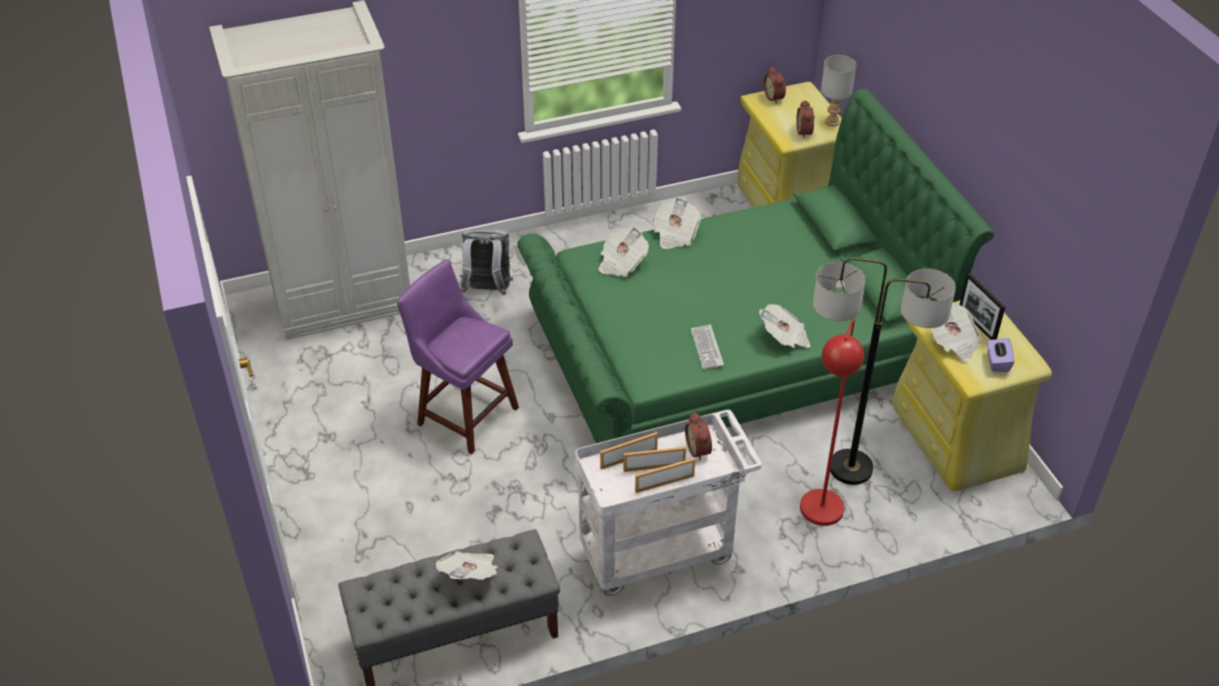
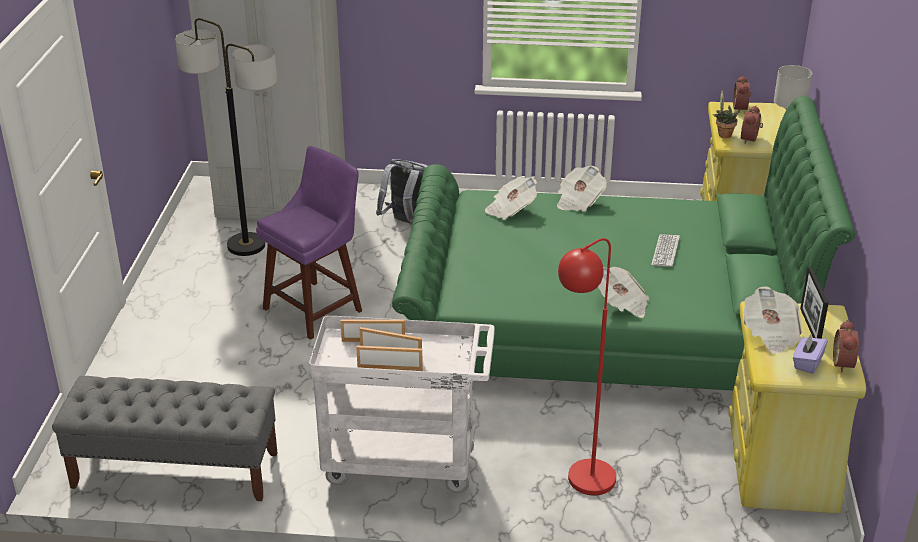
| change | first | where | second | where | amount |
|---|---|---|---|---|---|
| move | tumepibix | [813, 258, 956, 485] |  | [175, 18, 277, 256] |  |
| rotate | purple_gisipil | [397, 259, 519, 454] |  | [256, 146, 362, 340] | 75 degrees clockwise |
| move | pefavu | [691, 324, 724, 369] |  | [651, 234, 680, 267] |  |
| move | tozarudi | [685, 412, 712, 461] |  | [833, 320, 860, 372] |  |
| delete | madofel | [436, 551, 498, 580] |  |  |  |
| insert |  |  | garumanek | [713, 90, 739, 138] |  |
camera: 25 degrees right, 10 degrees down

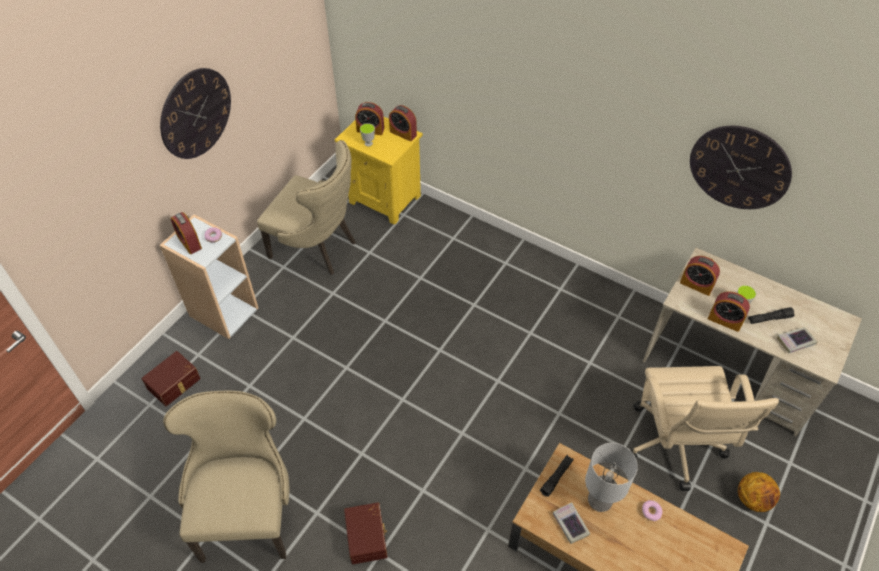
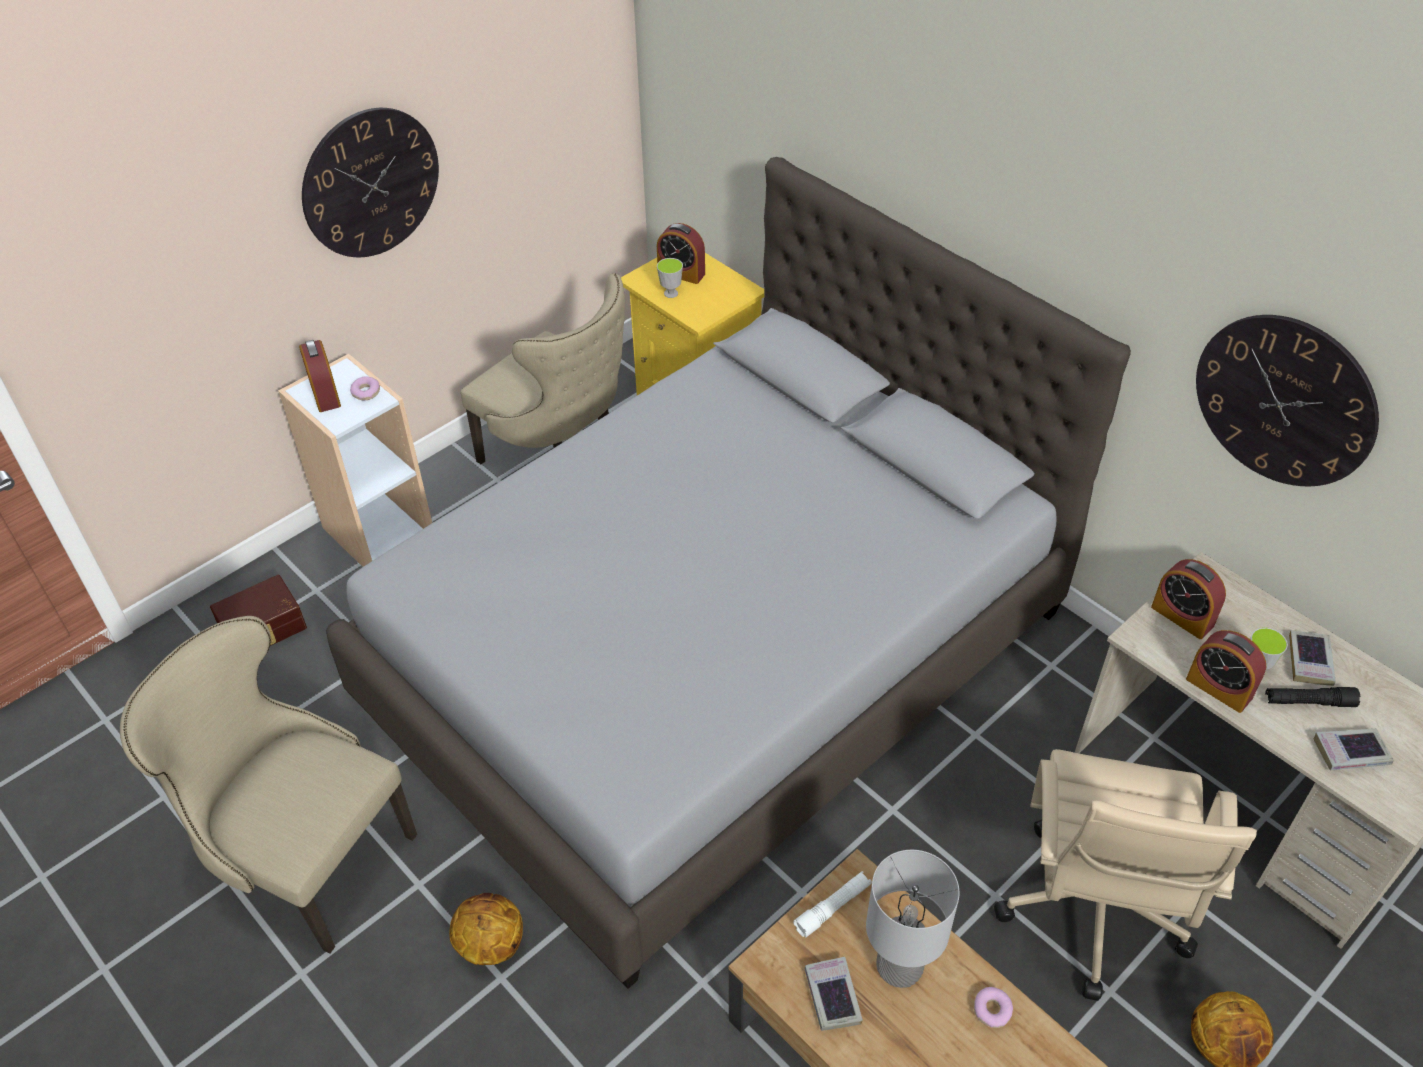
| change | first | where | second | where | amount |
|---|---|---|---|---|---|
| delete | tozarudi | [389, 105, 417, 141] |  |  |  |
| rotate | beige_gisipil | [163, 391, 290, 563] |  | [120, 616, 417, 954] | 75 degrees counterclockwise |
| recolor | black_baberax | [540, 455, 574, 497] | white_baberax | [793, 871, 872, 938] |  |
| replace | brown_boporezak | [344, 502, 387, 564] | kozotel | [449, 893, 523, 965] |  |
| insert |  |  | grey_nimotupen | [326, 157, 1131, 989] |  |
| insert |  |  | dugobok | [1289, 630, 1336, 686] |  |
camera: 15 degrees right, 5 degrees down

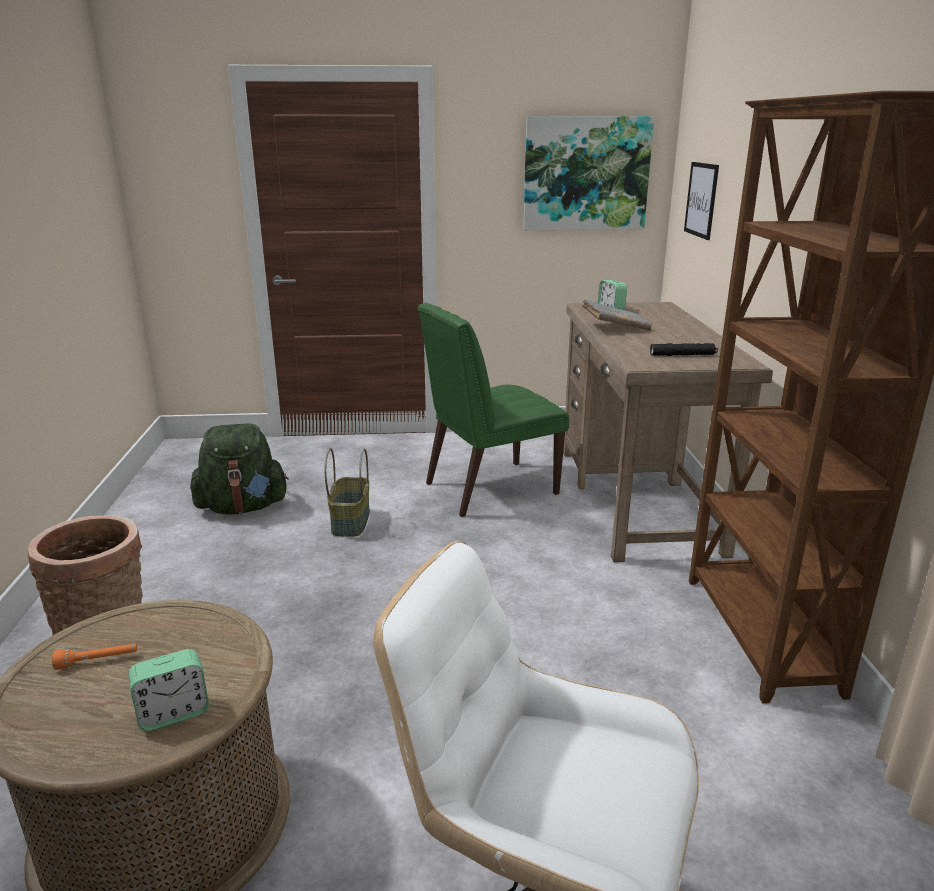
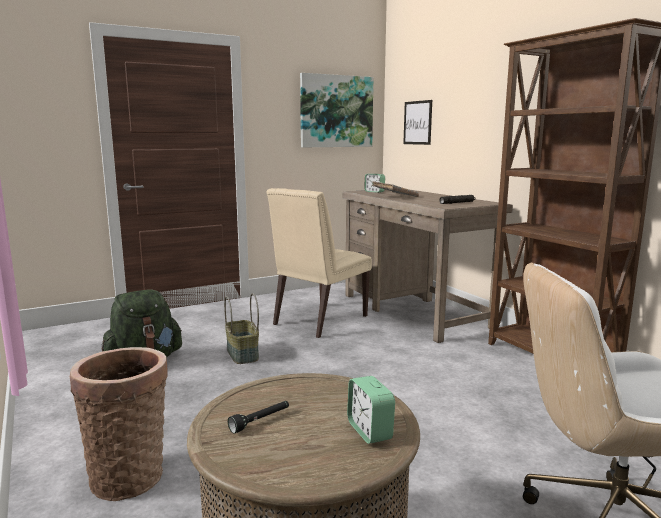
| change | first | where | second | where | amount |
|---|---|---|---|---|---|
| recolor | green_gisipil | [418, 303, 569, 517] | beige_gisipil | [267, 188, 372, 338] |  |
| recolor | orange_baberax | [52, 644, 137, 670] | black_baberax | [228, 401, 289, 433] |  |
| rotate | tozarudi | [128, 649, 209, 731] |  | [347, 376, 395, 444] | 120 degrees clockwise |
camera: 25 degrees left, 10 degrees down

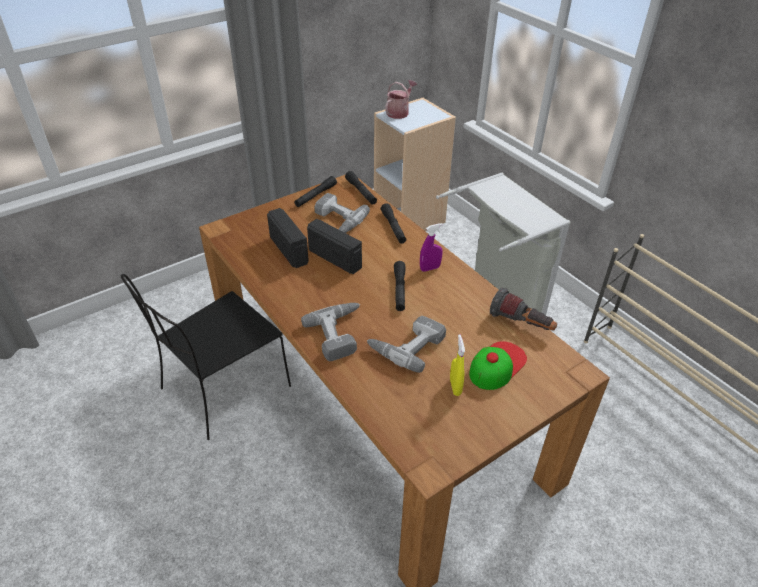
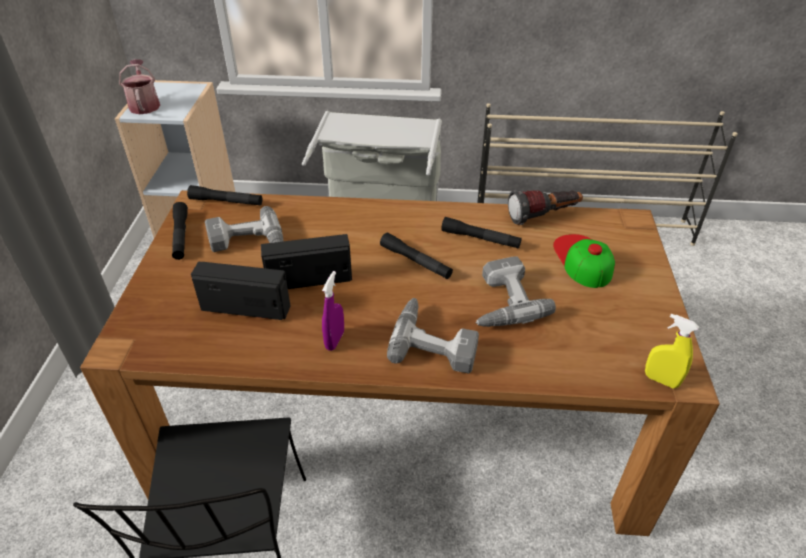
| change | first | where | second | where | amount |
|---|---|---|---|---|---|
| move | black_baberax | [381, 203, 406, 244] |  | [441, 217, 522, 249] |  |
| move | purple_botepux | [420, 223, 443, 272] |  | [322, 271, 344, 351] |  |
| move | yellow_botepux | [450, 334, 465, 396] |  | [645, 314, 699, 389] |  |
camera: 50 degrees left, 0 degrees up

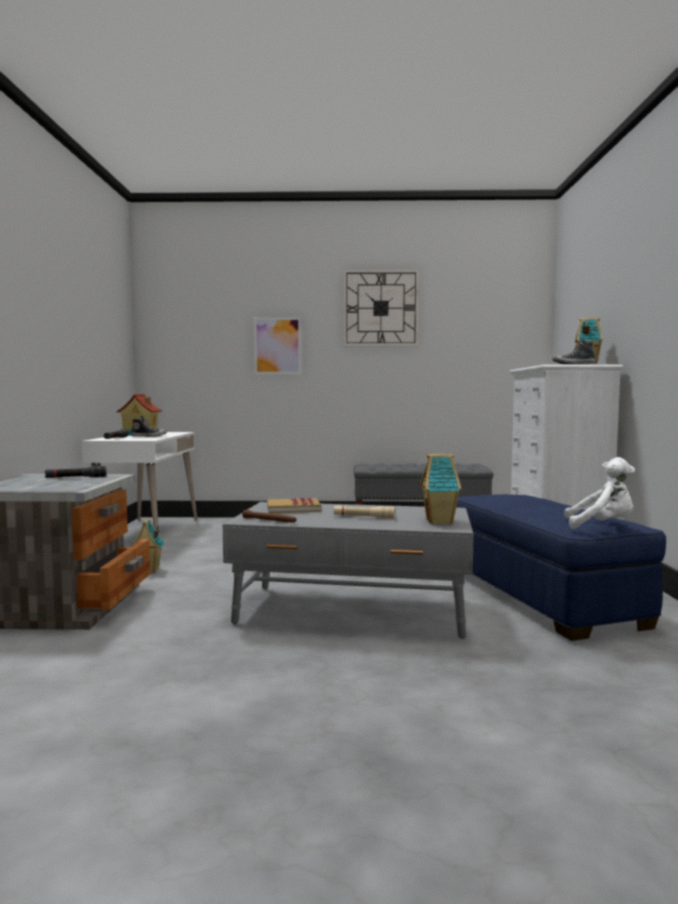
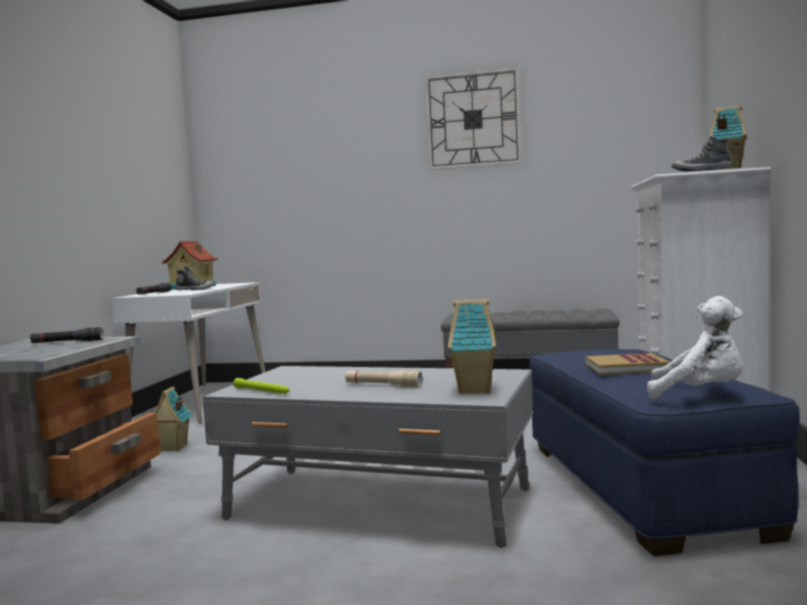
| change | first | where | second | where | amount |
|---|---|---|---|---|---|
| delete | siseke | [254, 317, 301, 374] |  |  |  |
| move | dugobok | [267, 498, 321, 513] |  | [585, 353, 670, 375] |  |
| recolor | brown_baberax | [242, 510, 297, 523] | green_baberax | [233, 378, 289, 394] |  |
camera: 10 degrees right, 0 degrees up

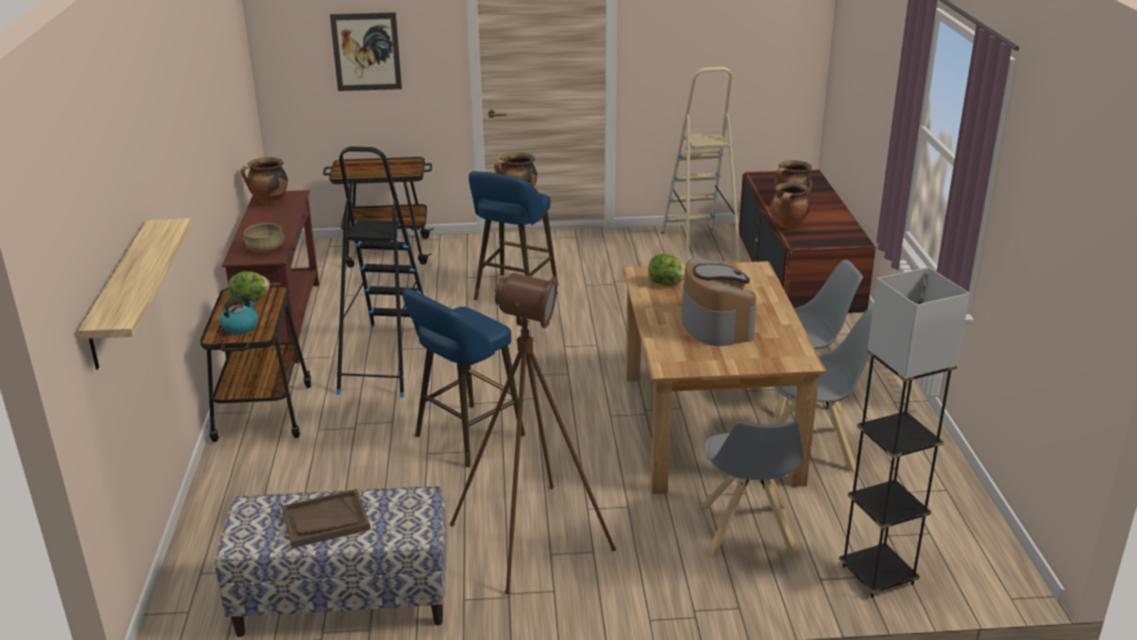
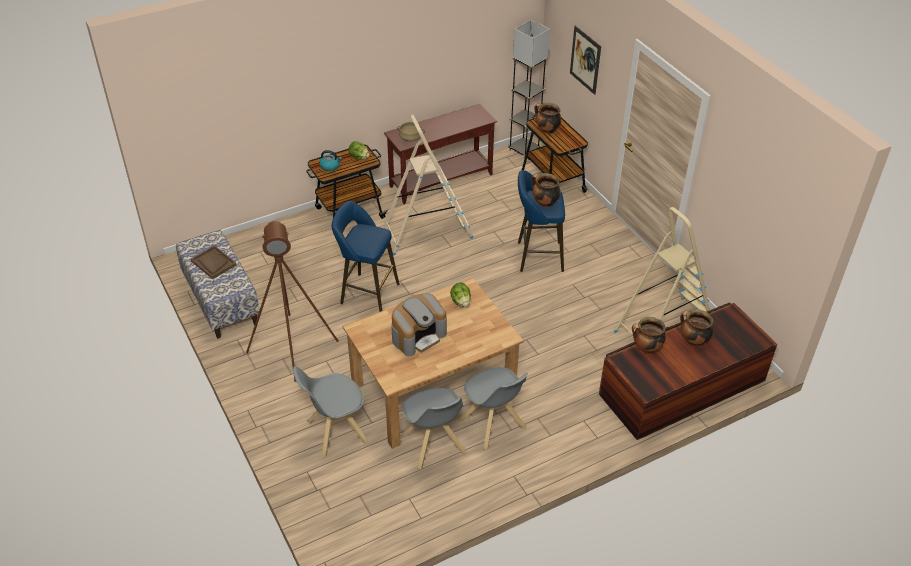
| change | first | where | second | where | amount |
|---|---|---|---|---|---|
| recolor | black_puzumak | [336, 147, 424, 398] | beige_puzumak | [383, 115, 474, 255] |  |
| move | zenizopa | [241, 157, 288, 205] |  | [534, 103, 561, 134] |  |
| delete | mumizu | [78, 218, 192, 369] |  |  |  |
| move | grey_tumepibix | [839, 267, 970, 598] |  | [508, 20, 550, 156] |  |
camera: 65 degrees right, 15 degrees up

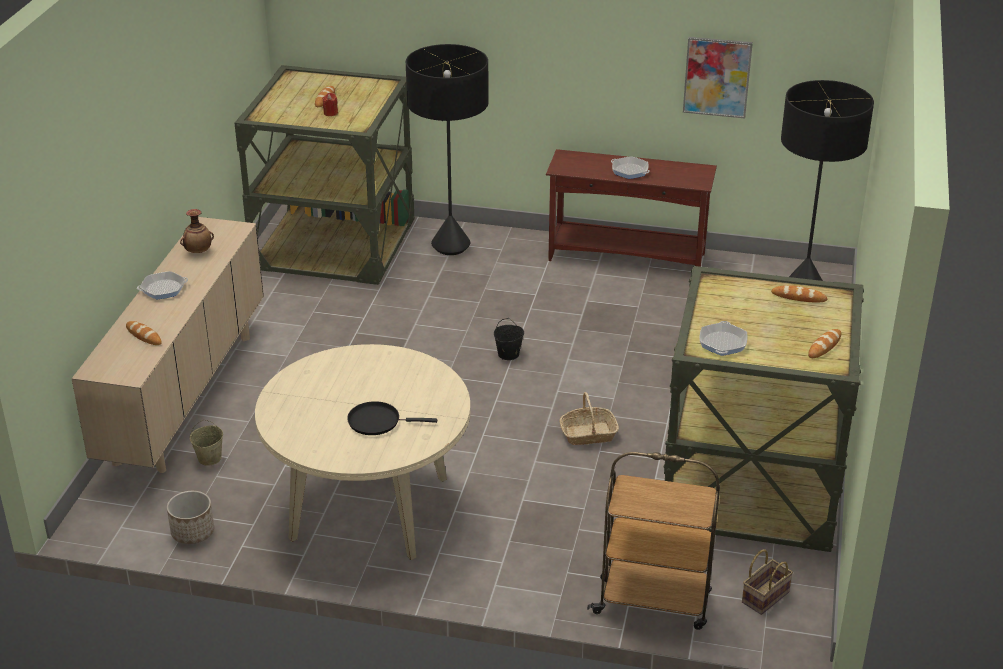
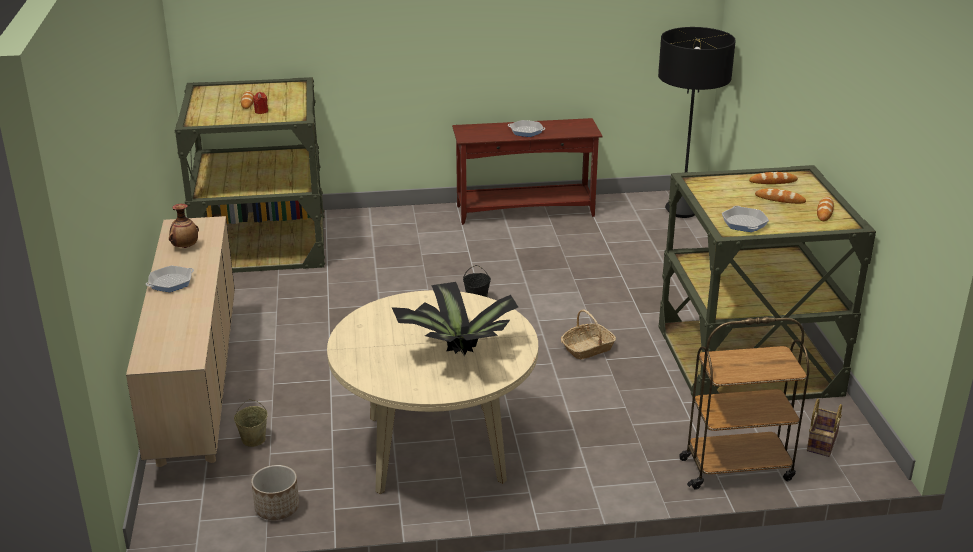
| change | first | where | second | where | amount |
|---|---|---|---|---|---|
| delete | siseke | [683, 37, 753, 118] |  |  |  |
| delete | black_tumepibix | [406, 44, 489, 255] |  |  |  |
| move | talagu | [126, 321, 162, 345] |  | [755, 188, 806, 204] |  |
| replace | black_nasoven | [347, 401, 437, 435] | garumanek | [392, 282, 518, 355] |  |
camera: 20 degrees left, 5 degrees down

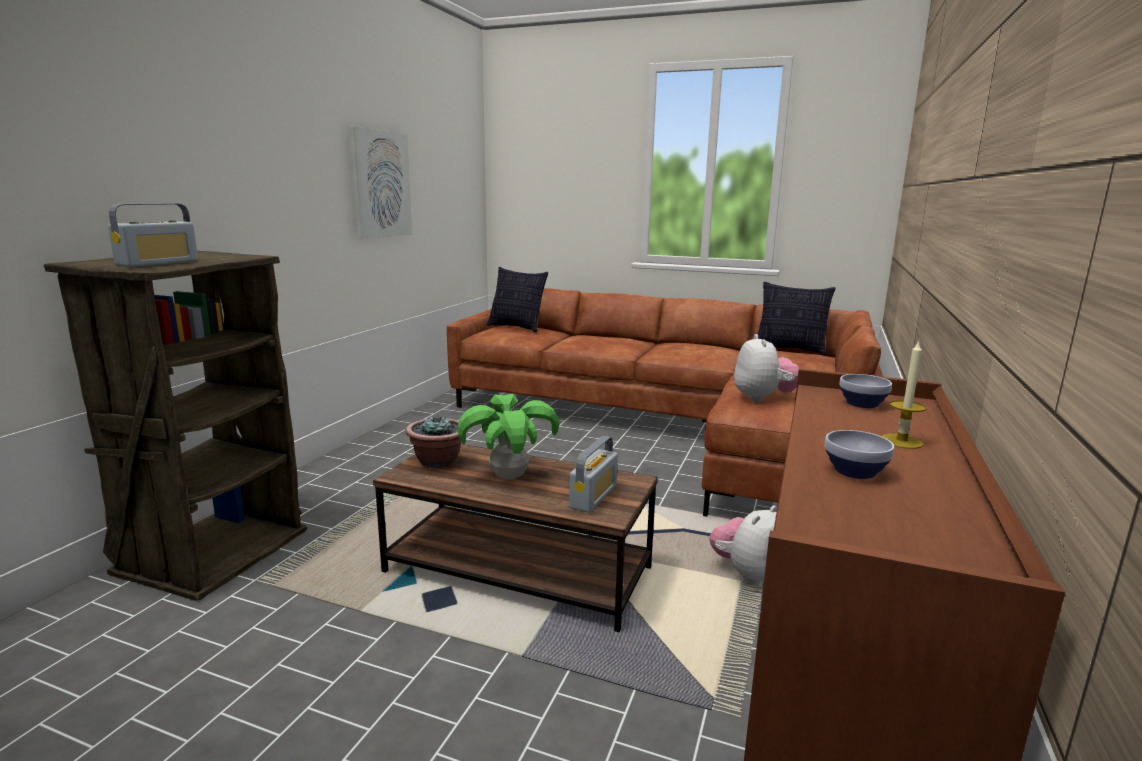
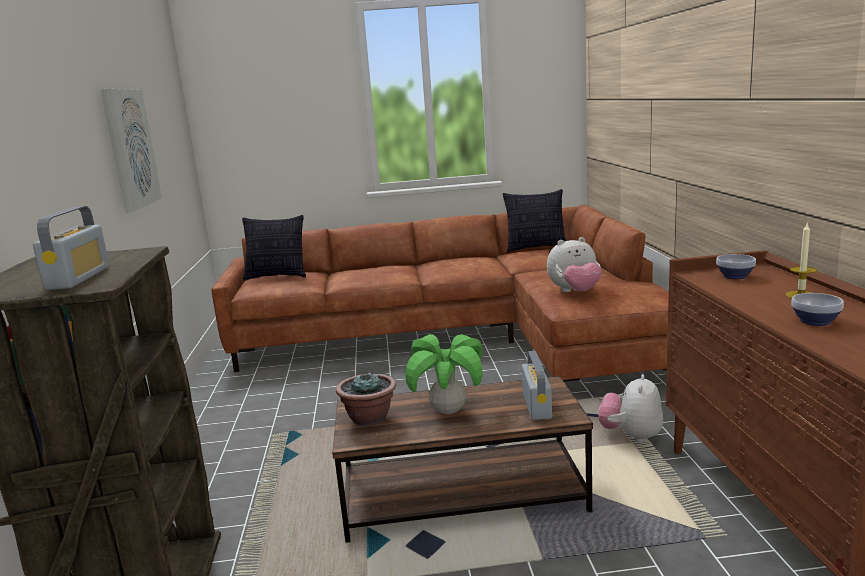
| change | first | where | second | where | amount |
|---|---|---|---|---|---|
| rotate | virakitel | [734, 334, 800, 402] |  | [547, 237, 602, 292] | 105 degrees clockwise |
camera: 25 degrees left, 0 degrees up

